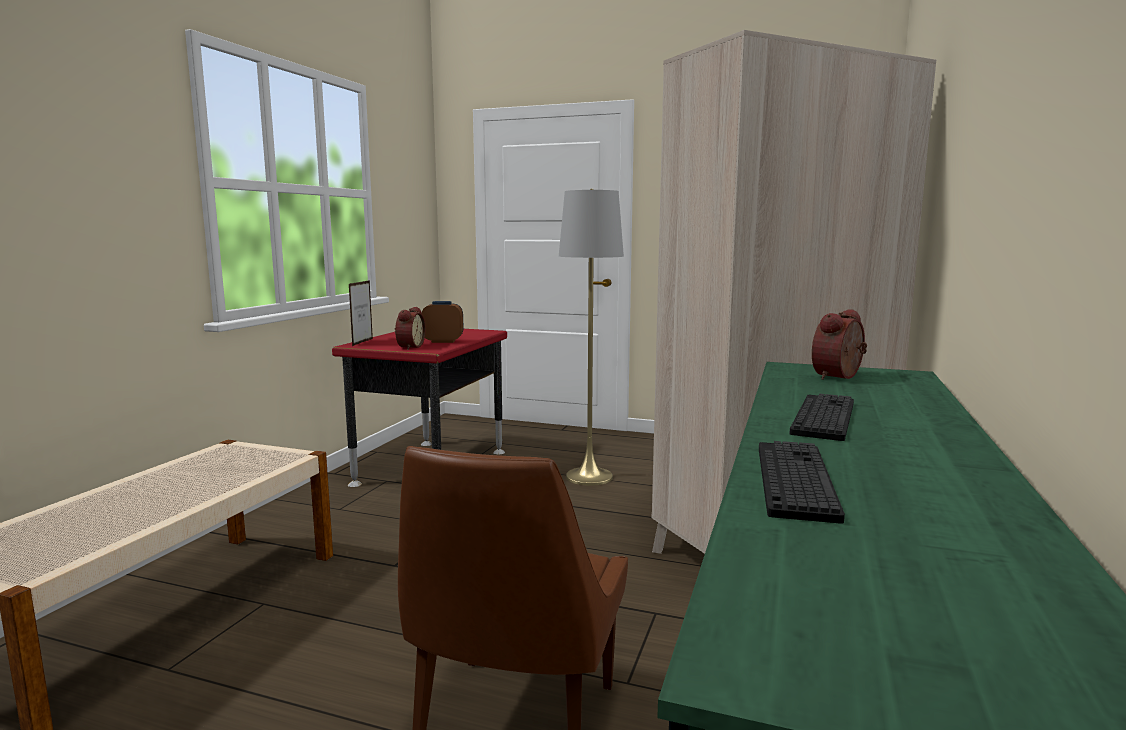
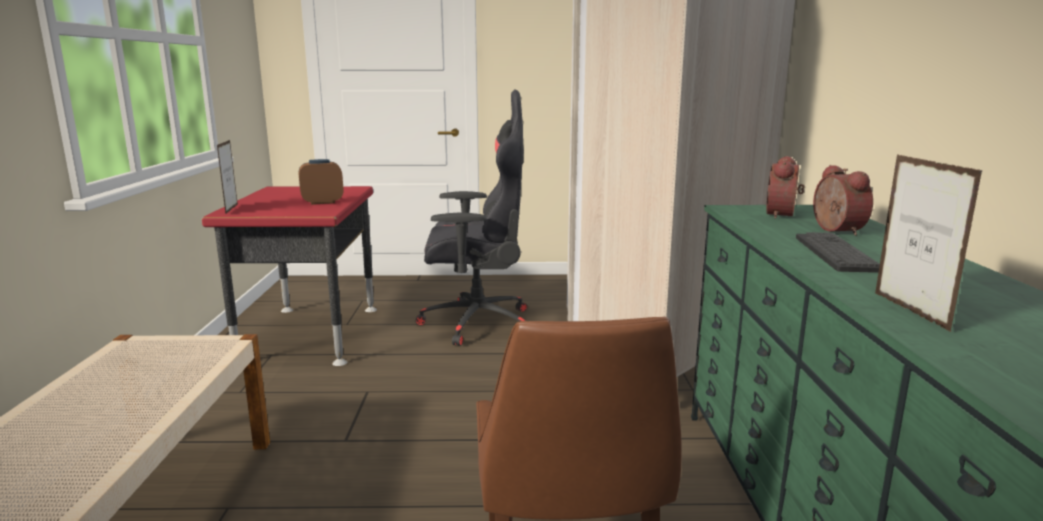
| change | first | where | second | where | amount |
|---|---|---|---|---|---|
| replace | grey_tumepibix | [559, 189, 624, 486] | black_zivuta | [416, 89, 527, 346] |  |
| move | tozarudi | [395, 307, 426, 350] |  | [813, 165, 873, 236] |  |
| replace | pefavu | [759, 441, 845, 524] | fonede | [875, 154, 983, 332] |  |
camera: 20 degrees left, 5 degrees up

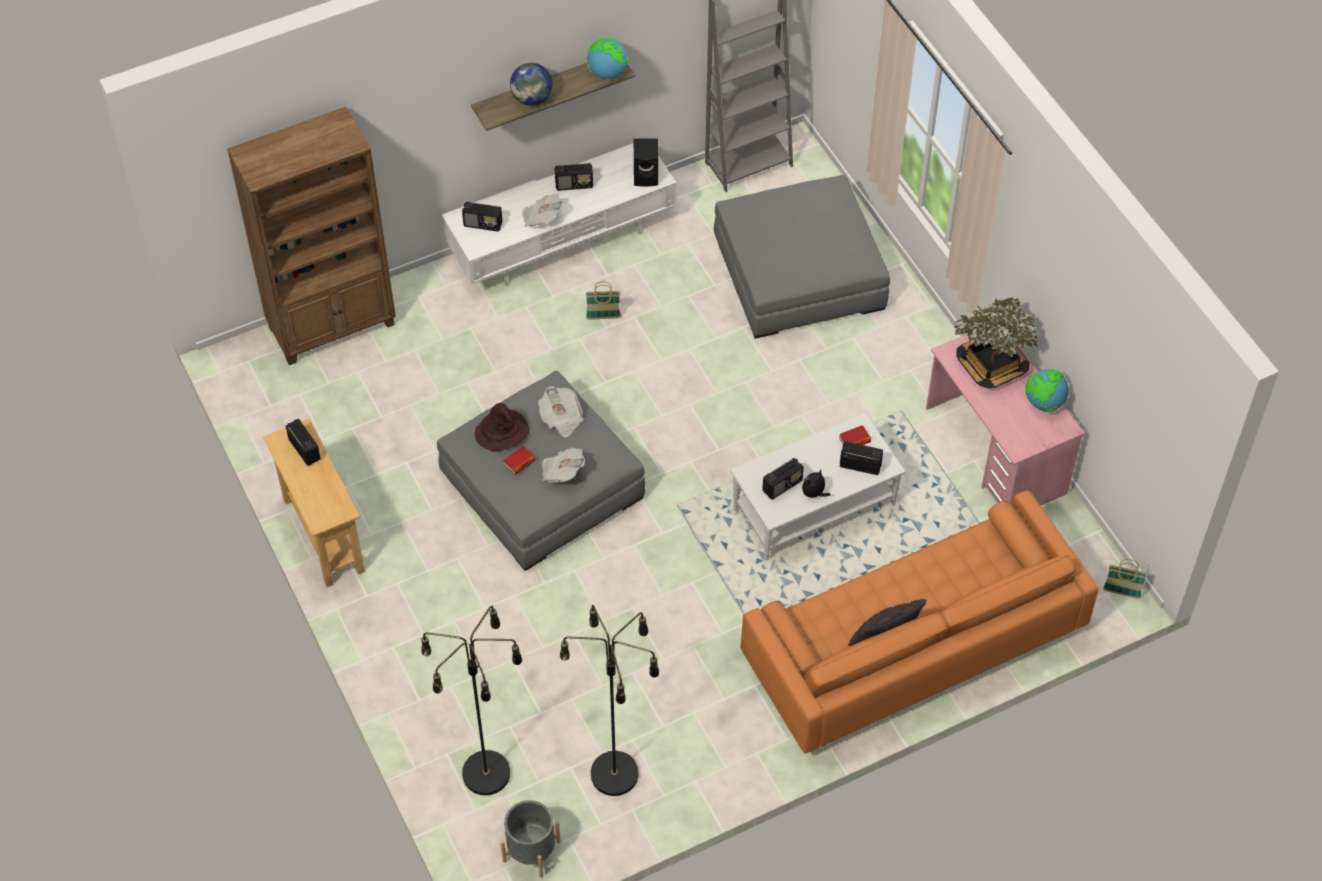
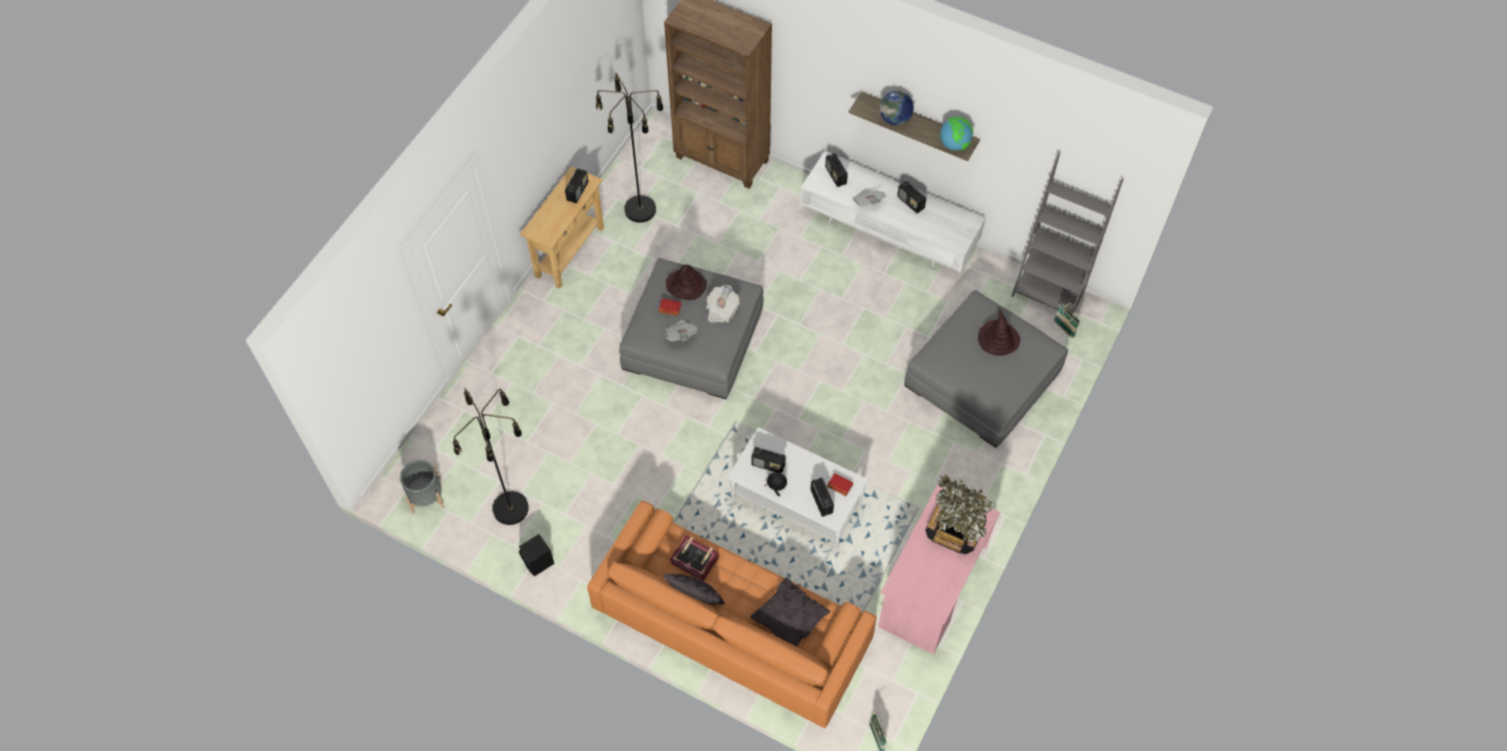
| change | first | where | second | where | amount |
|---|---|---|---|---|---|
| move | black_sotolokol | [634, 138, 658, 186] |  | [519, 534, 554, 576] |  |
| move | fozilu | [586, 282, 621, 319] |  | [1054, 303, 1081, 338] |  |
| delete | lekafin | [1025, 369, 1069, 412] |  |  |  |
| move | tumepibix | [421, 606, 522, 795] |  | [596, 73, 663, 223] |  |
| insert |  |  | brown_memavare | [978, 308, 1020, 356] |  |
| insert |  |  | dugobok | [670, 535, 719, 581] |  |
| insert |  |  | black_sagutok | [750, 577, 831, 647] |  |
camera: 55 degrees right, 5 degrees up

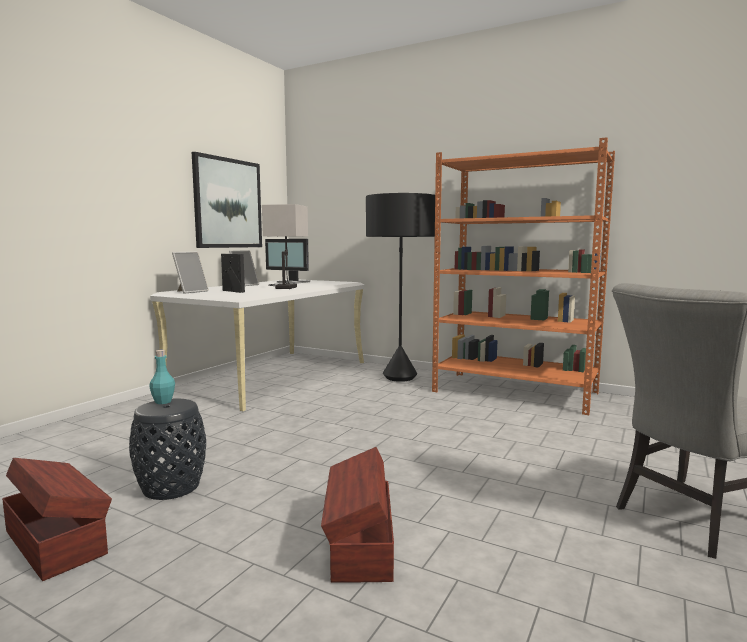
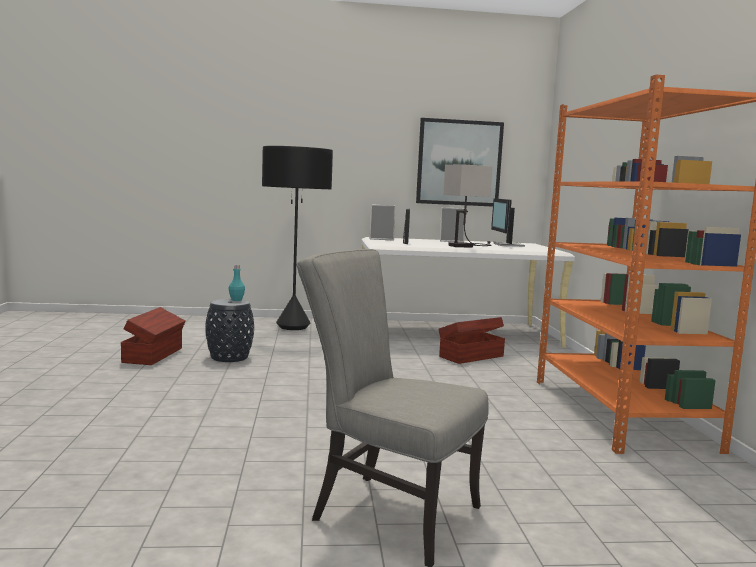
| change | first | where | second | where | amount |
|---|---|---|---|---|---|
| move | black_tumepibix | [366, 193, 435, 382] |  | [262, 146, 333, 330] |  |
| move | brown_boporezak | [321, 447, 394, 583] |  | [438, 317, 505, 364] |  |
camera: 55 degrees right, 0 degrees up

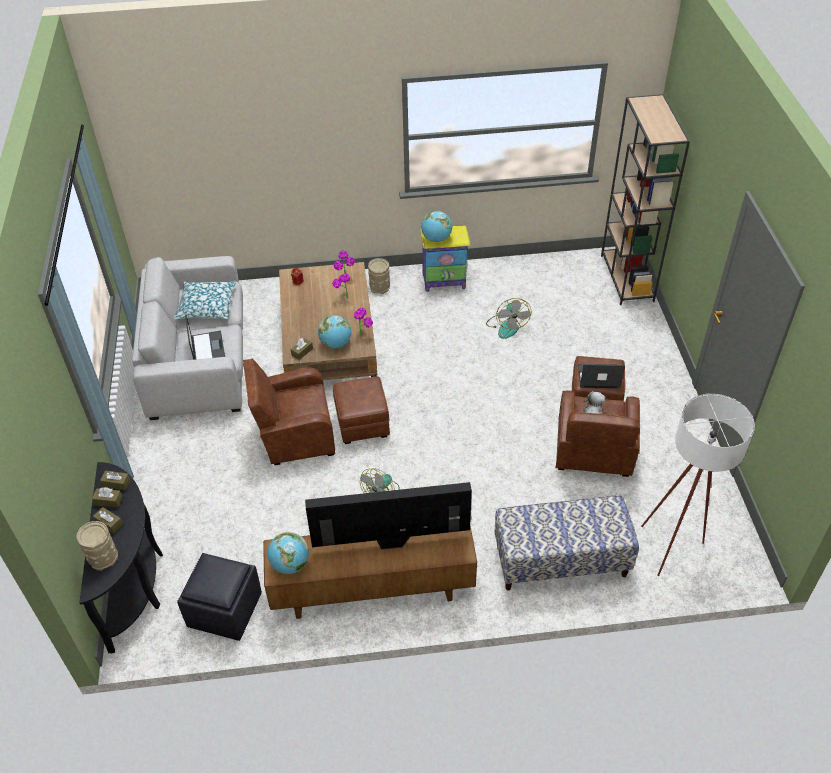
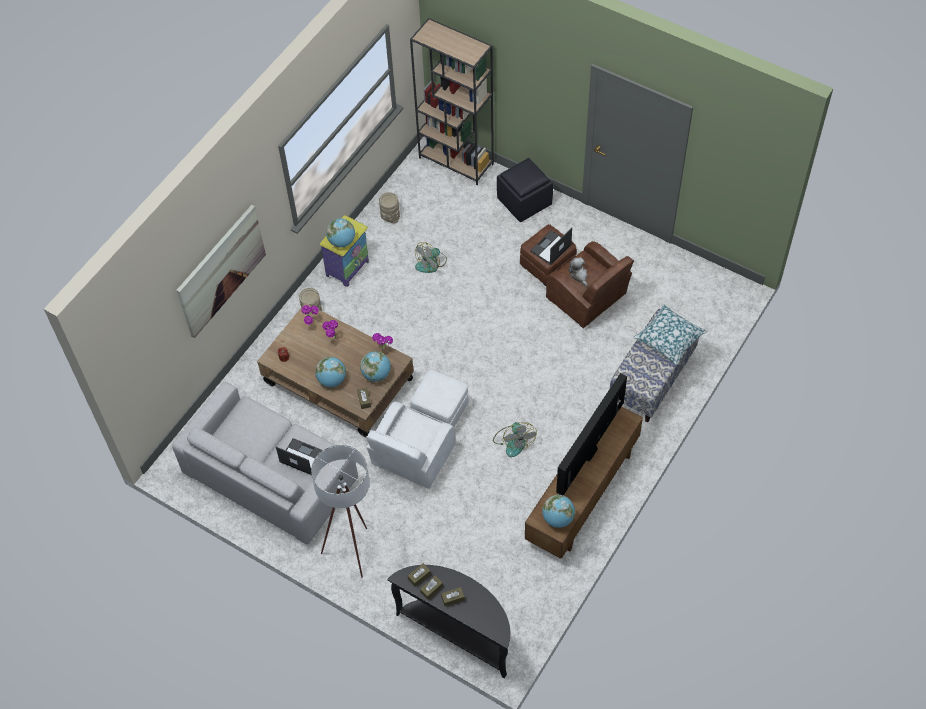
| change | first | where | second | where | amount |
|---|---|---|---|---|---|
| move | sagutok | [173, 281, 236, 320] |  | [633, 304, 707, 366] |  |
| rotate | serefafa | [486, 298, 531, 339] |  | [415, 242, 447, 273] | 105 degrees clockwise |
| recolor | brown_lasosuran | [243, 358, 390, 465] | white_lasosuran | [366, 370, 469, 489] |  |
| move | white_tumepibix | [641, 394, 755, 576] |  | [311, 445, 370, 578] |  |
| move | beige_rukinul | [77, 521, 118, 571] |  | [379, 192, 400, 223] |  |
| move | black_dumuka | [177, 553, 262, 641] |  | [497, 158, 553, 222] |  |
| insert |  |  | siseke | [176, 205, 266, 338] |  |
| insert |  |  | lekafin | [315, 357, 346, 387] |  |
camera: 50 degrees left, 10 degrees up

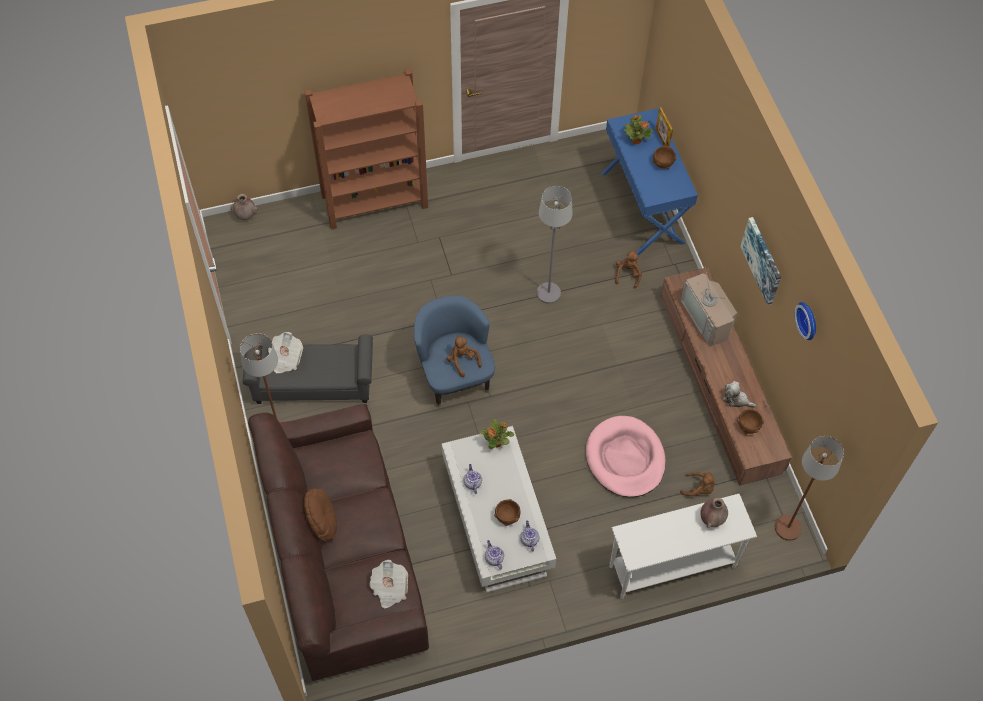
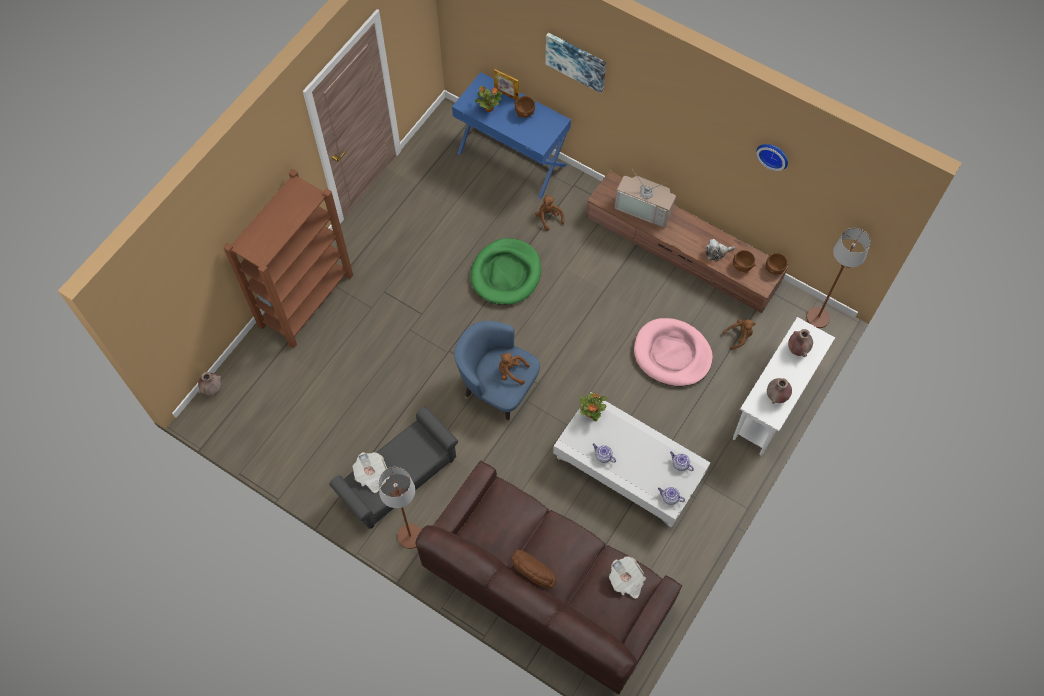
| change | first | where | second | where | amount |
|---|---|---|---|---|---|
| replace | grey_tumepibix | [537, 186, 572, 304] | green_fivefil | [471, 238, 541, 305] |  |
| move | siseke | [740, 217, 781, 306] |  | [545, 33, 606, 93] |  |
| move | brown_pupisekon | [494, 499, 521, 526] |  | [765, 253, 789, 275] |  |
| insert |  |  | brown_rukinul | [767, 378, 792, 404] |  |
camera: 40 degrees left, 5 degrees up

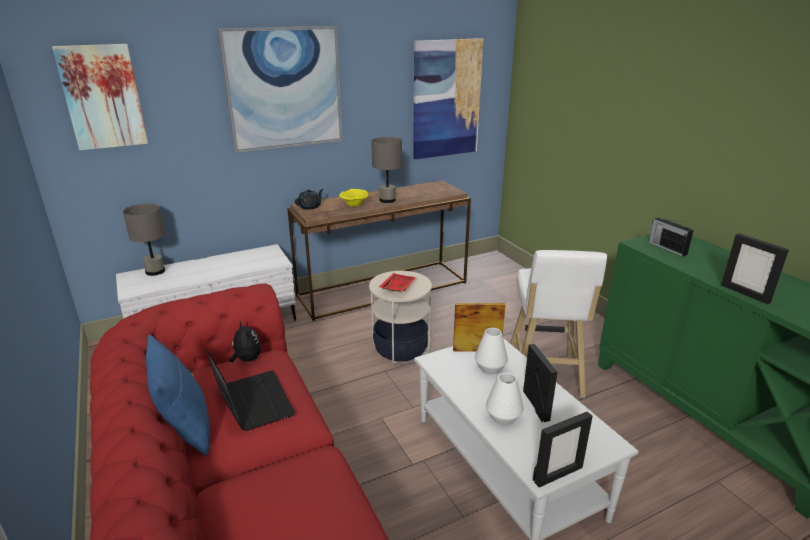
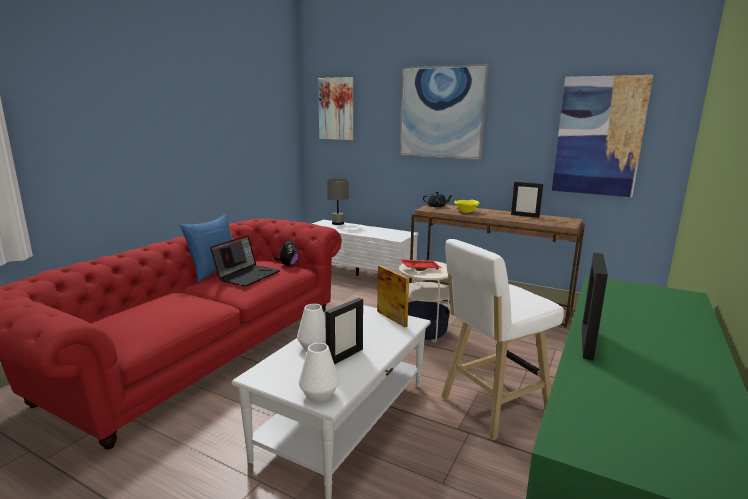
| change | first | where | second | where | amount |
|---|---|---|---|---|---|
| delete | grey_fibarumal | [372, 137, 402, 203] |  |  |  |
| delete | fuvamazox | [649, 218, 694, 256] |  |  |  |
| move | white_rukinul | [475, 328, 508, 374] |  | [299, 343, 339, 402] |  |
| move | fonede | [533, 412, 593, 487] |  | [511, 182, 543, 218] |  |
camera: 55 degrees right, 10 degrees down

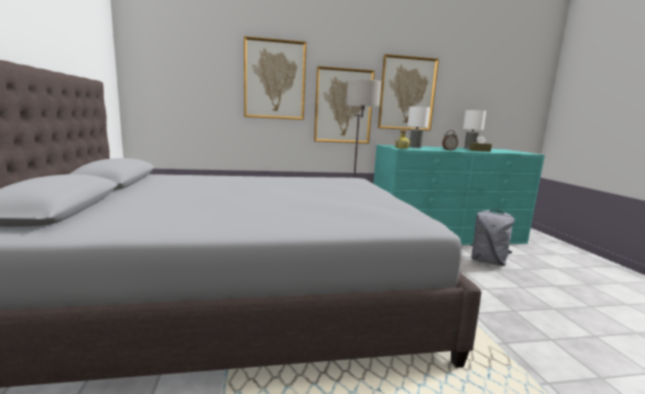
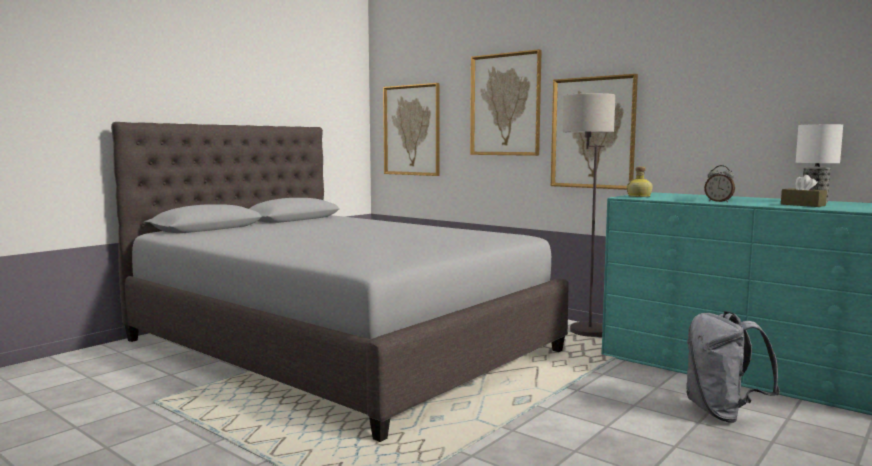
| change | first | where | second | where | amount |
|---|---|---|---|---|---|
| move | siseke | [378, 54, 439, 131] |  | [383, 83, 440, 176] |  |
| delete | fibarumal | [407, 106, 430, 148] |  |  |  |
camera: 50 degrees right, 5 degrees down

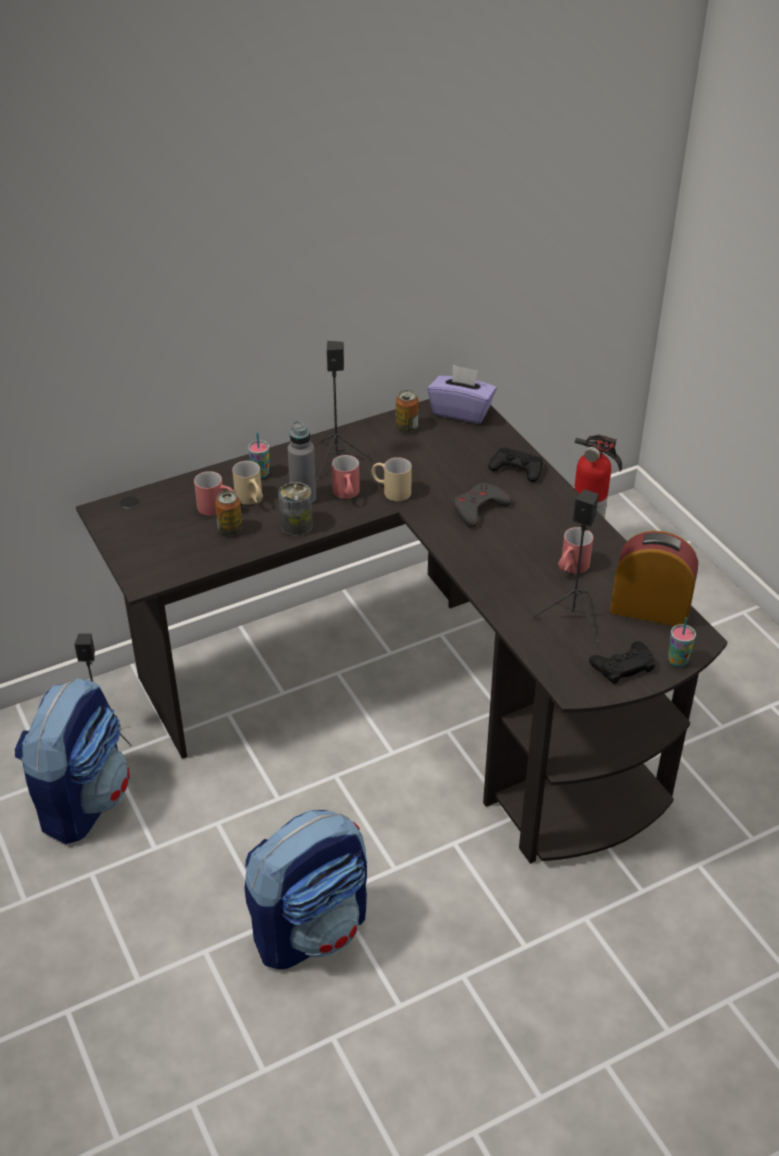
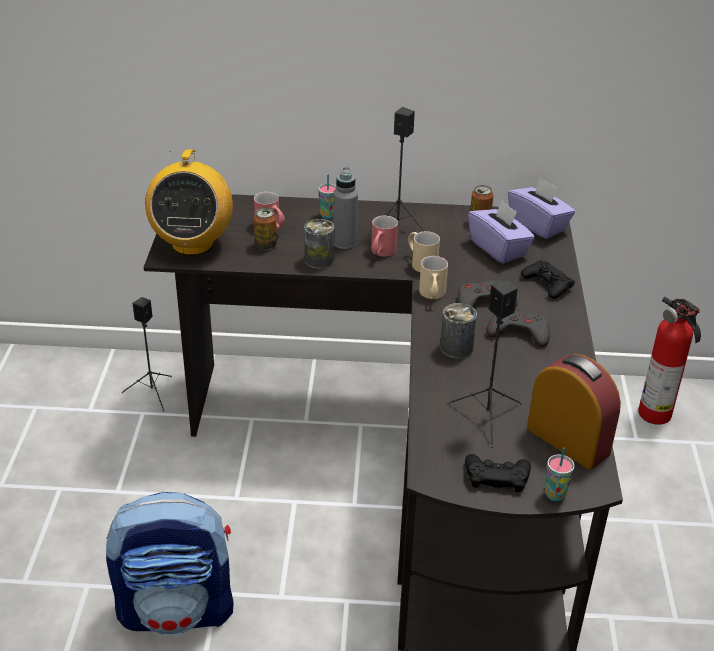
| change | first | where | second | where | amount |
|---|---|---|---|---|---|
| move | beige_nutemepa | [232, 461, 263, 505] |  | [419, 256, 448, 299] |  |
| delete | red_nutemepa | [558, 527, 593, 574] |  |  |  |
| delete | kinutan | [15, 677, 130, 844] |  |  |  |
| insert |  |  | fuvamazox | [145, 149, 233, 256] |  |
| insert |  |  | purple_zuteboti | [468, 200, 535, 264] |  |
| insert |  |  | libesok | [440, 303, 477, 359] |  |
| insert |  |  | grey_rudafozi | [486, 310, 550, 347] |  |
camera: 30 degrees right, 5 degrees down

